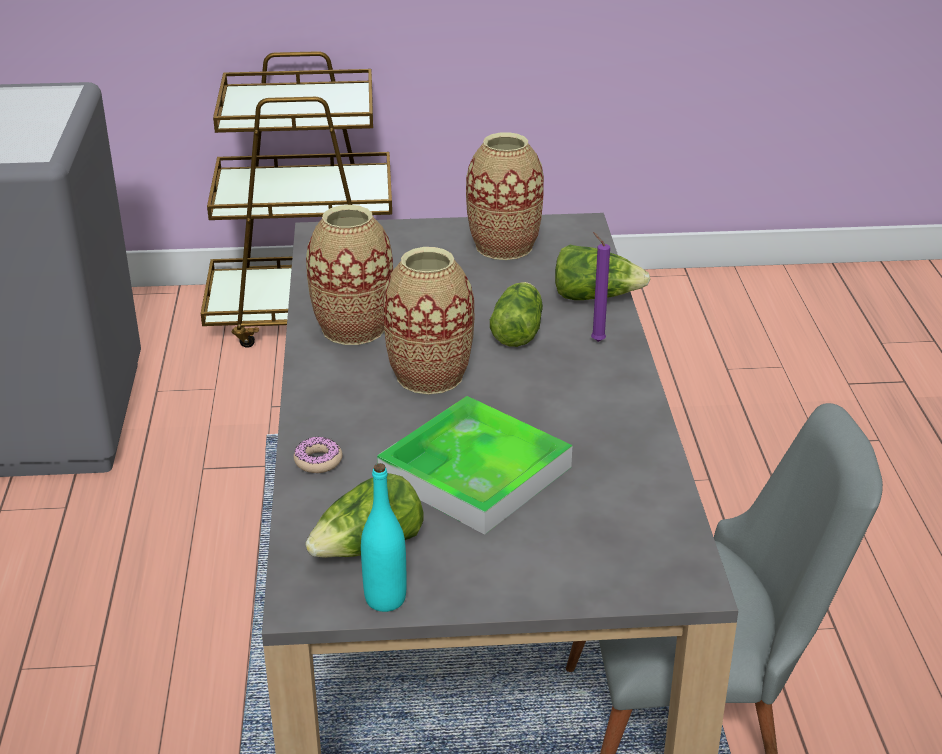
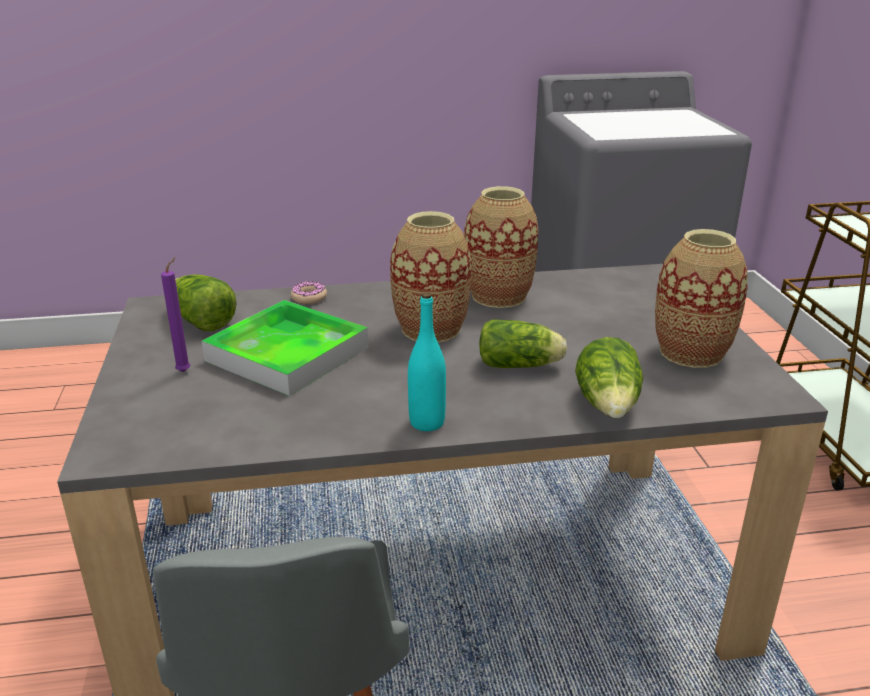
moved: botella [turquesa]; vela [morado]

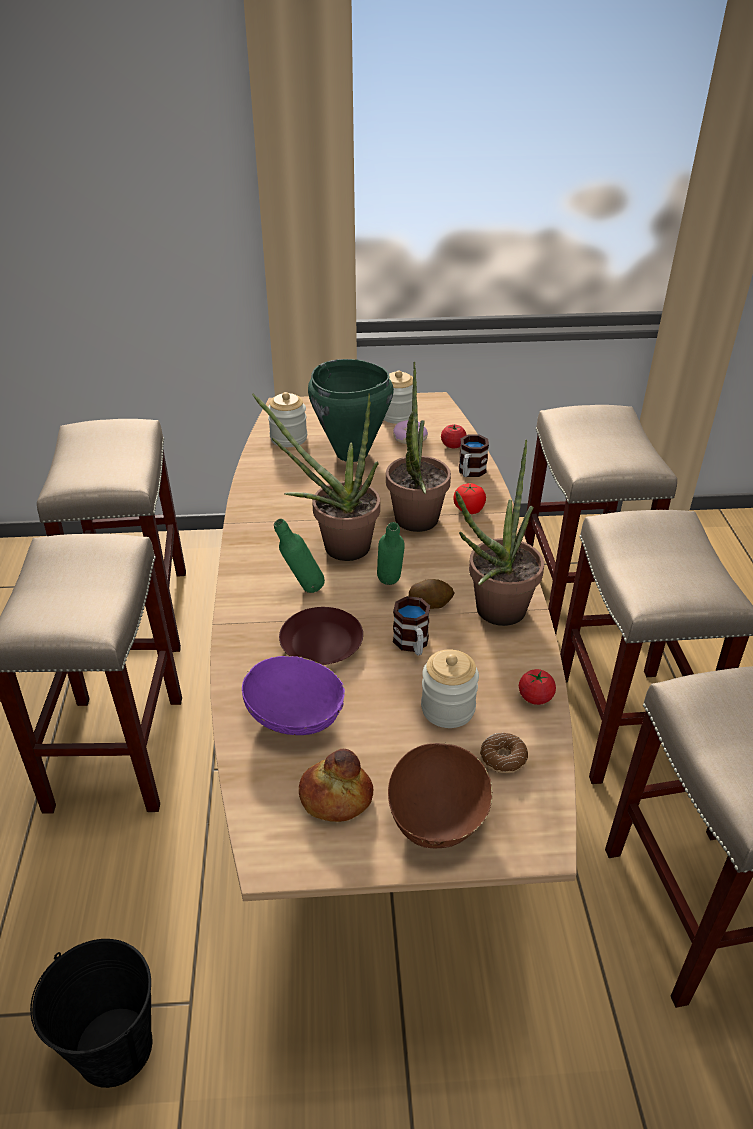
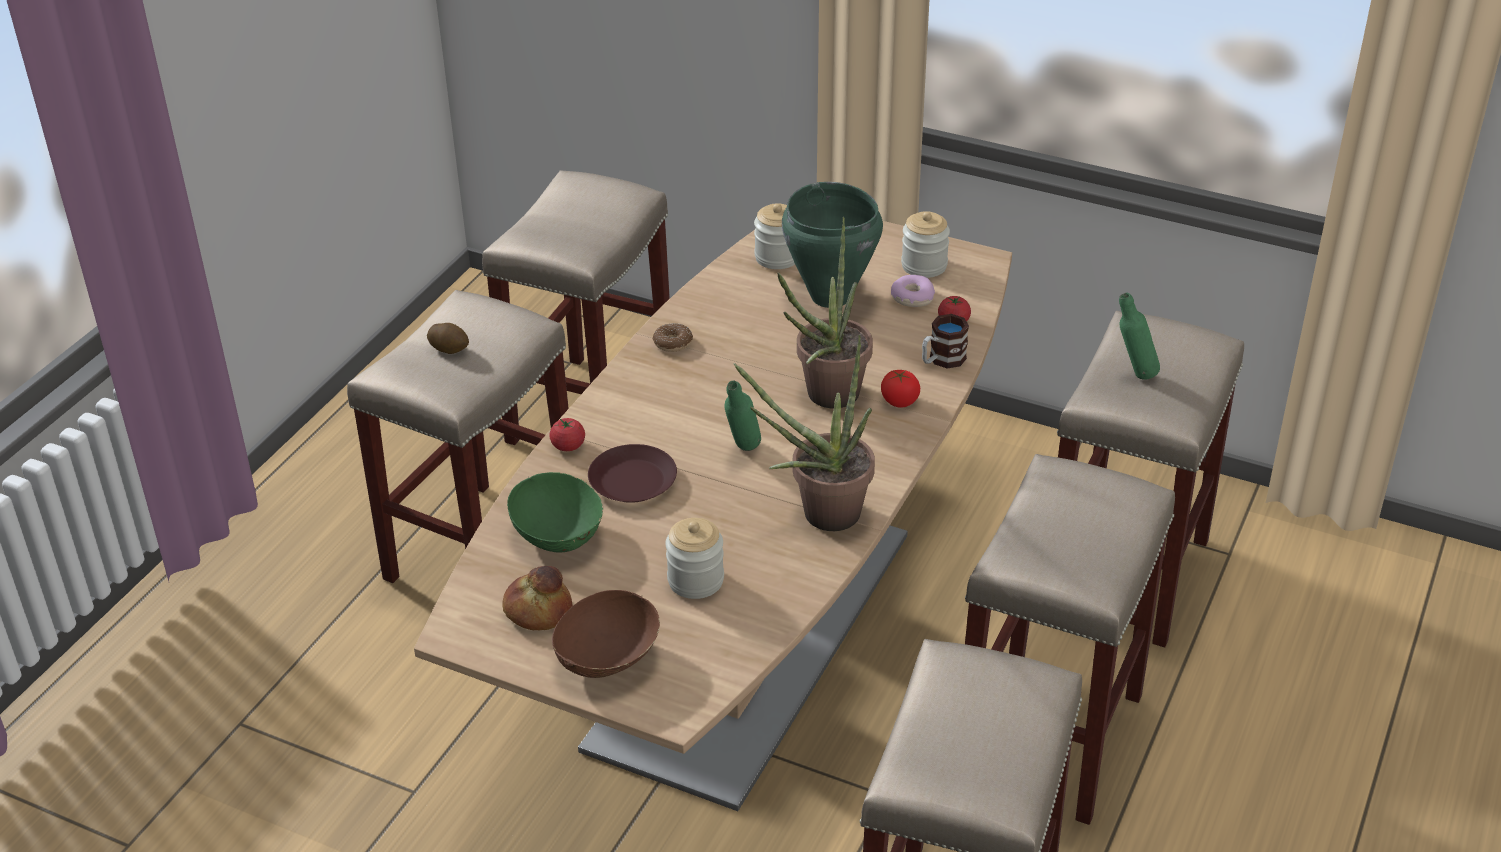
removed: cubo [negro]; planta en maceta (1st from left); taza grande (1st from left)
moved: botella [verde] (1st from left in the first image) to botella [verde] (2nd from left); patata; rosquilla (2nd from left in the first image) to rosquilla (1st from left); tomate (3rd from left in the first image) to tomate (1st from left)
recoloured: cuenco [morado] to cuenco [verde]

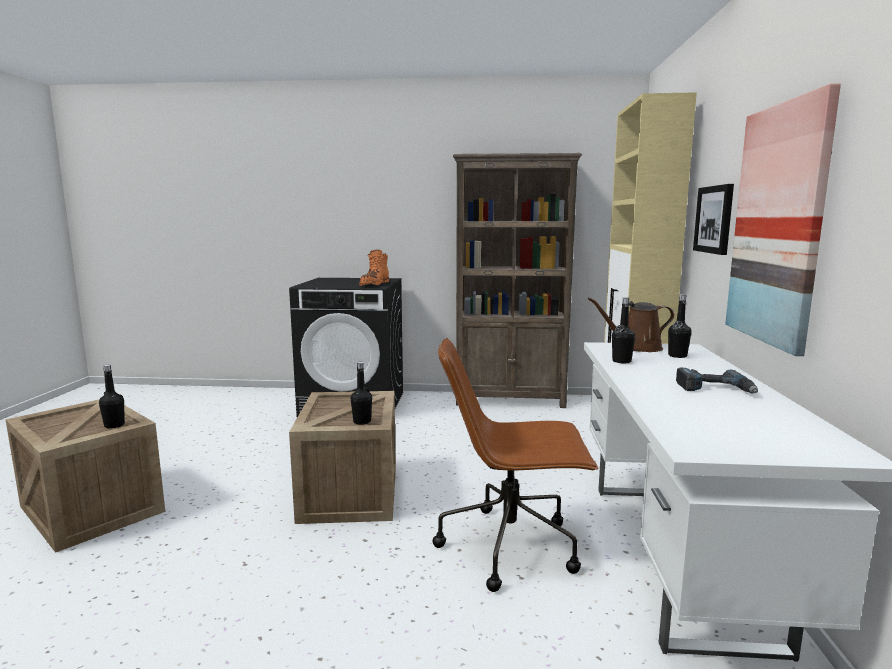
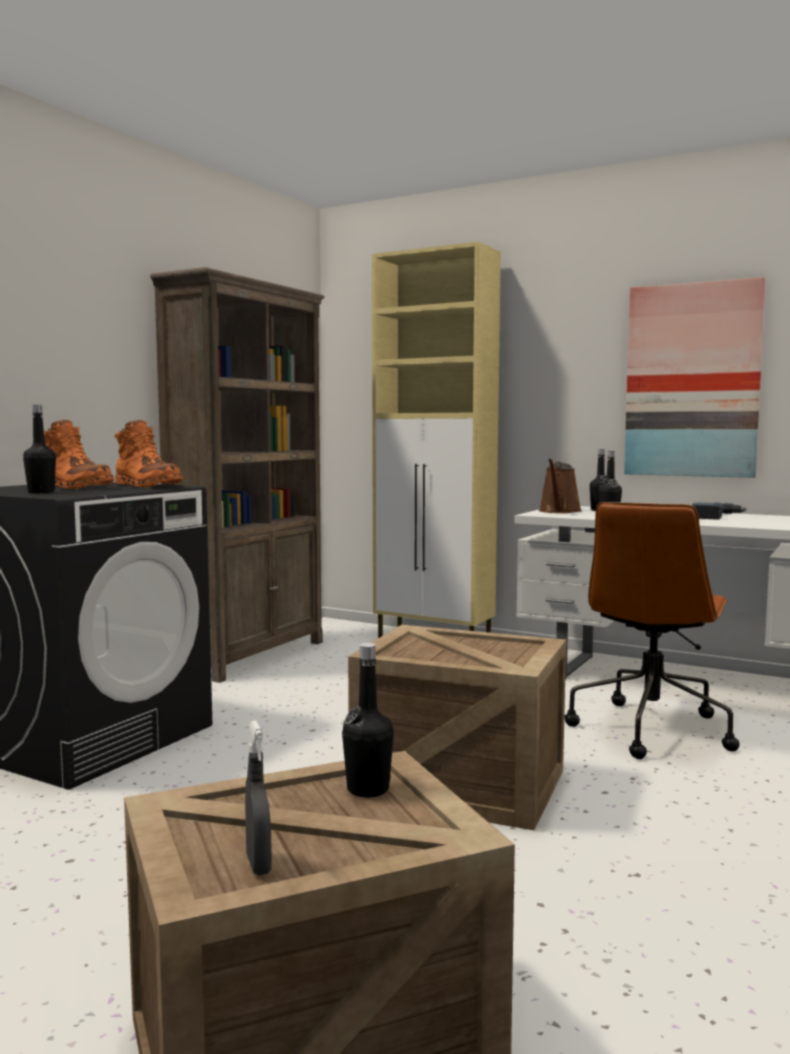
removed: cuadro (1st from left)
added: bota [naranja] (1st from left); pulverizador [gris]
moved: botella [negro] (2nd from left in the first image) to botella [negro] (1st from left)

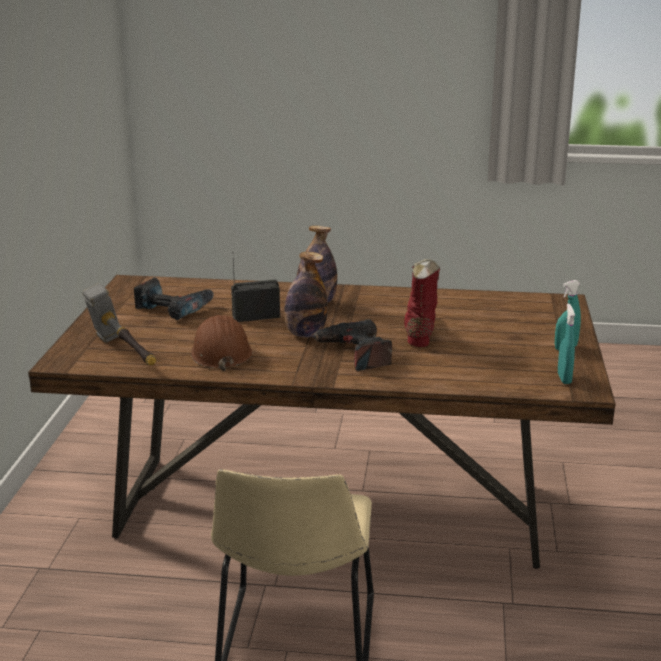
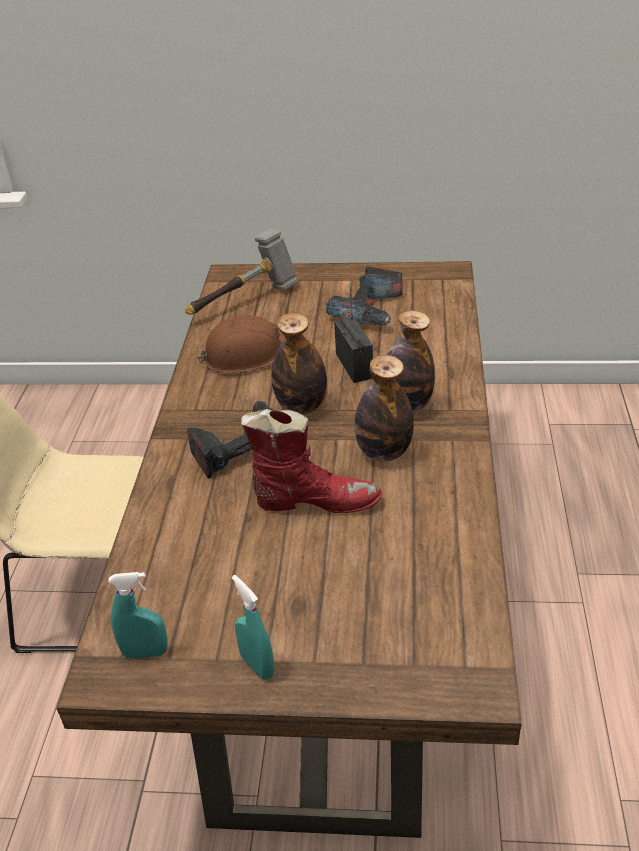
added: botella (2nd from left)

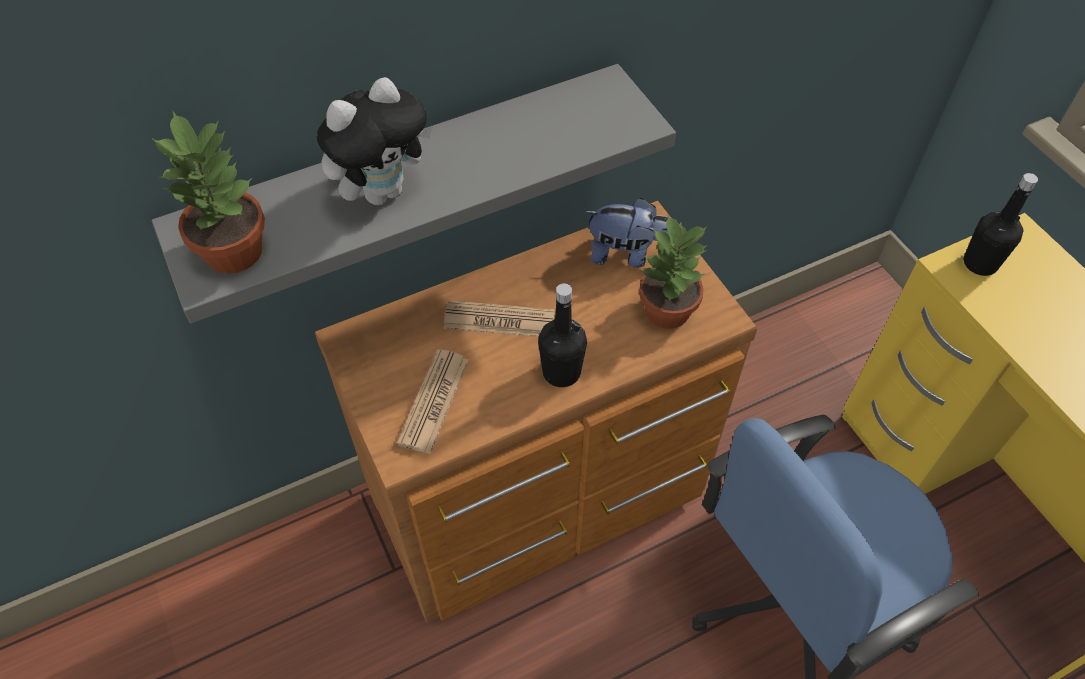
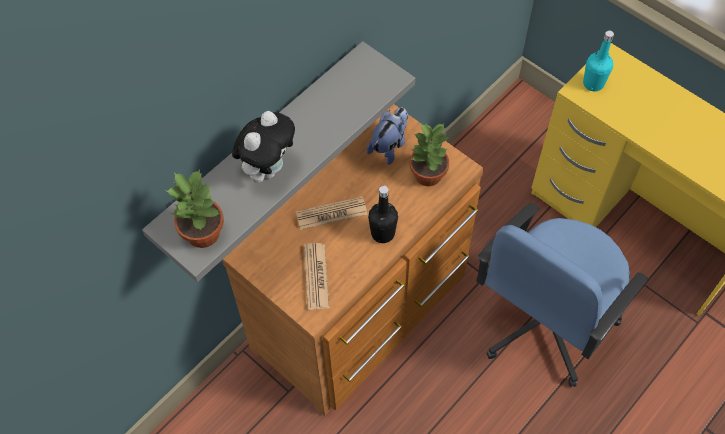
recoloured: botella [negro] (2nd from left) to botella [turquesa]
turned: peluche (2nd from left) 45 degrees counterclockwise

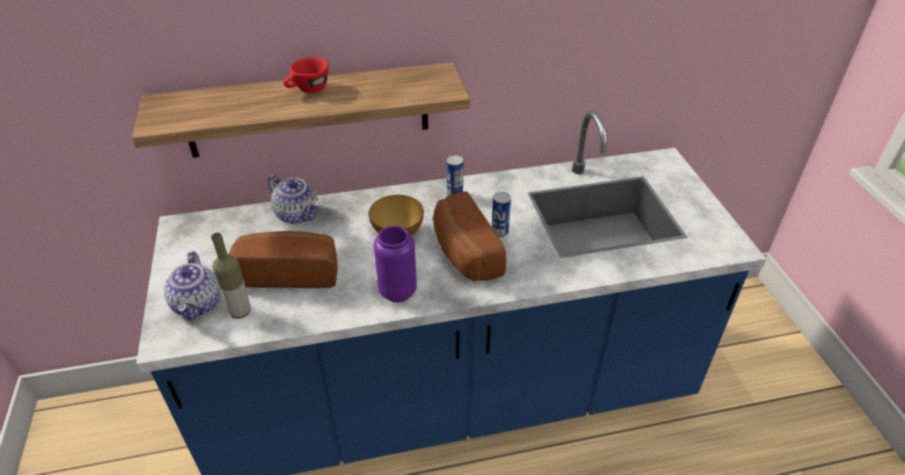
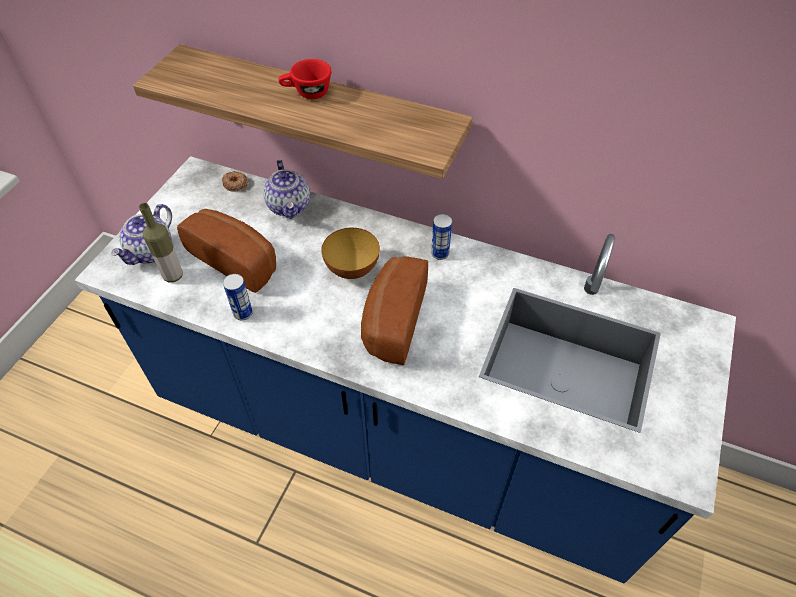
removed: florero [morado]
added: rosquilla
moved: lata (2nd from left in the first image) to lata (1st from left)

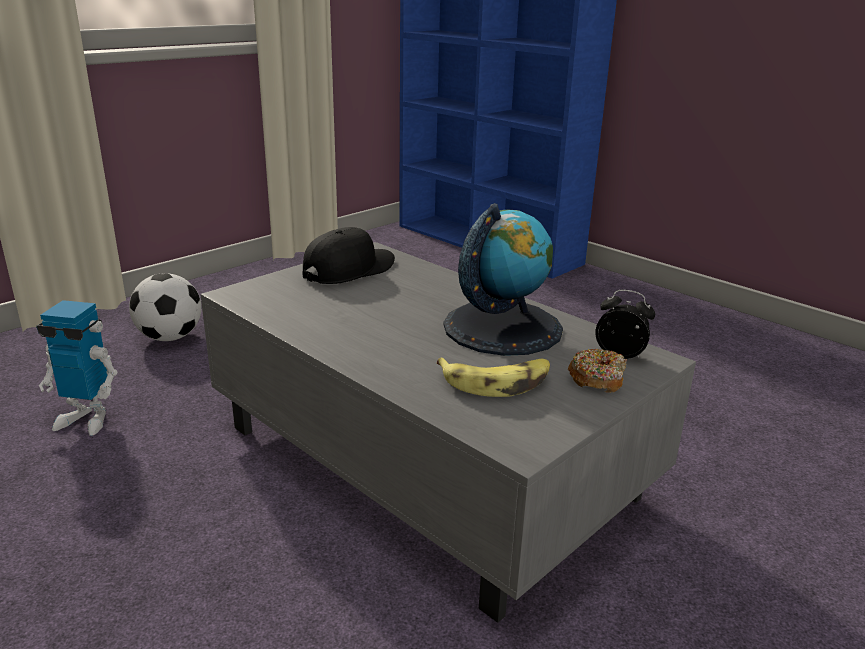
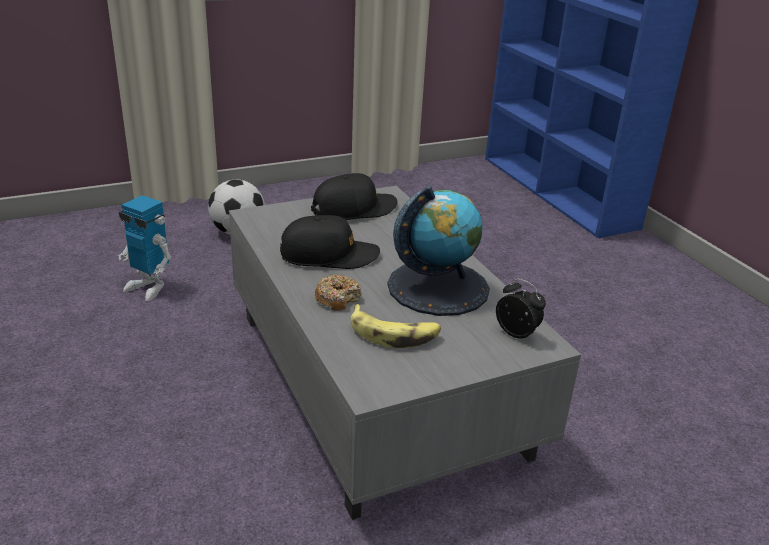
added: gorra [negro] (1st from left)
moved: rosquilla

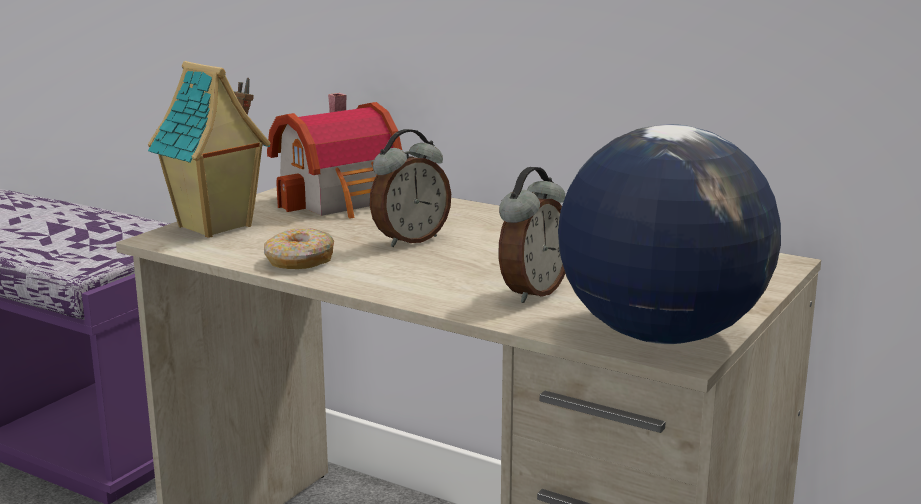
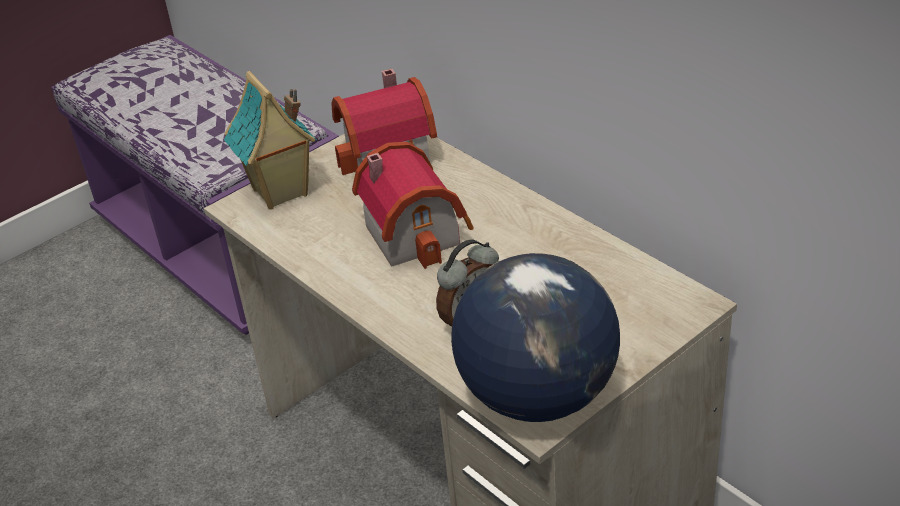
removed: rosquilla
replaced: despertador (1st from left) to casita (3rd from left)

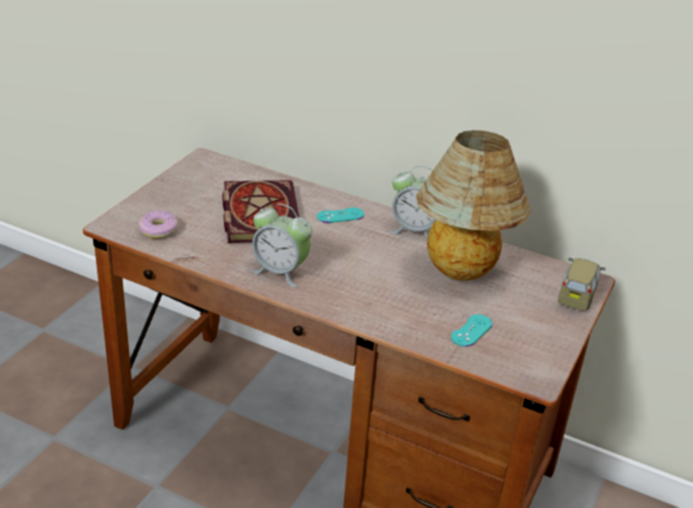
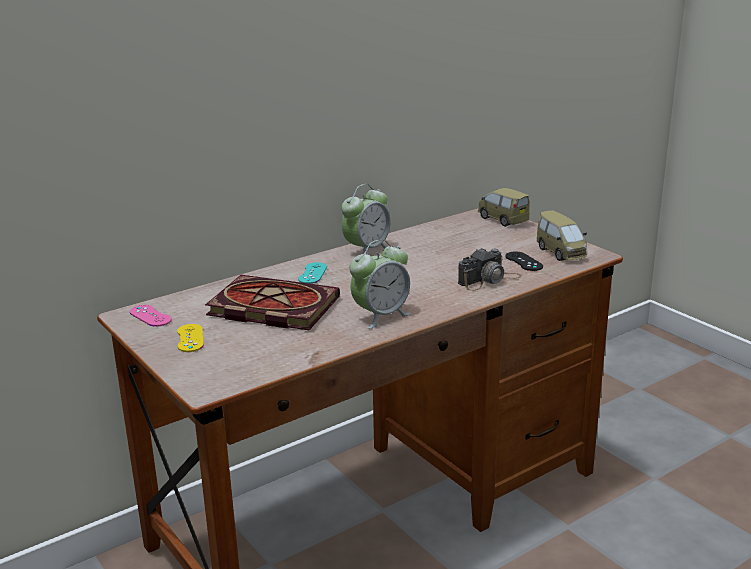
removed: rosquilla; lámpara de mesa
added: mando de consola [rosa]; mando de consola [amarillo]; cámara; coche de juguete (2nd from left)
recoloured: mando de consola [turquesa] (2nd from left) to mando de consola [negro]

